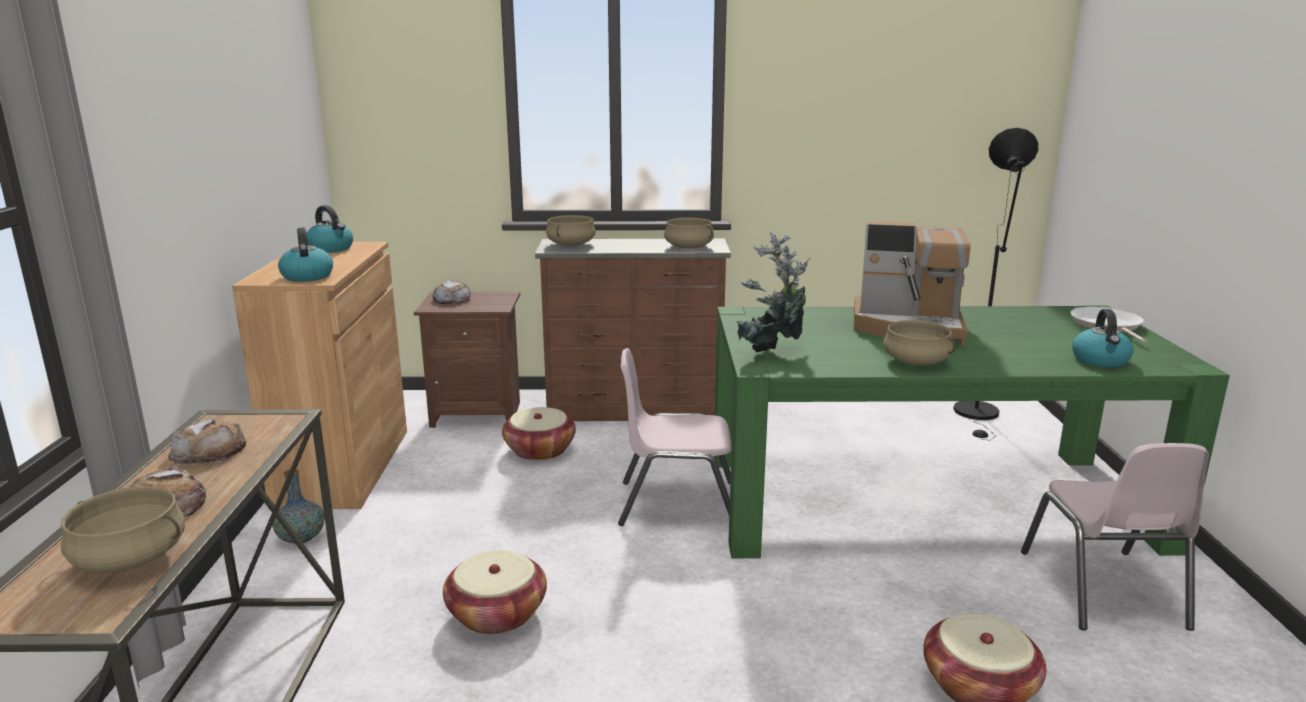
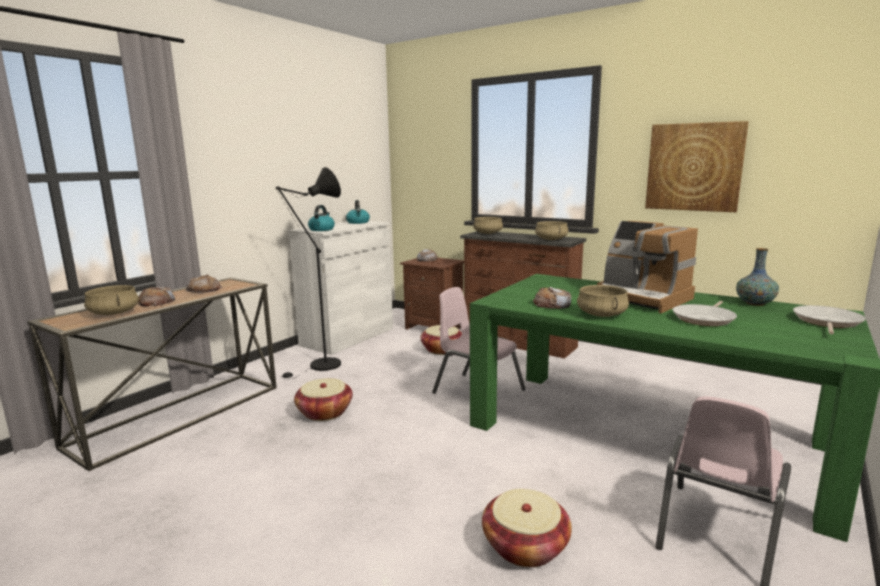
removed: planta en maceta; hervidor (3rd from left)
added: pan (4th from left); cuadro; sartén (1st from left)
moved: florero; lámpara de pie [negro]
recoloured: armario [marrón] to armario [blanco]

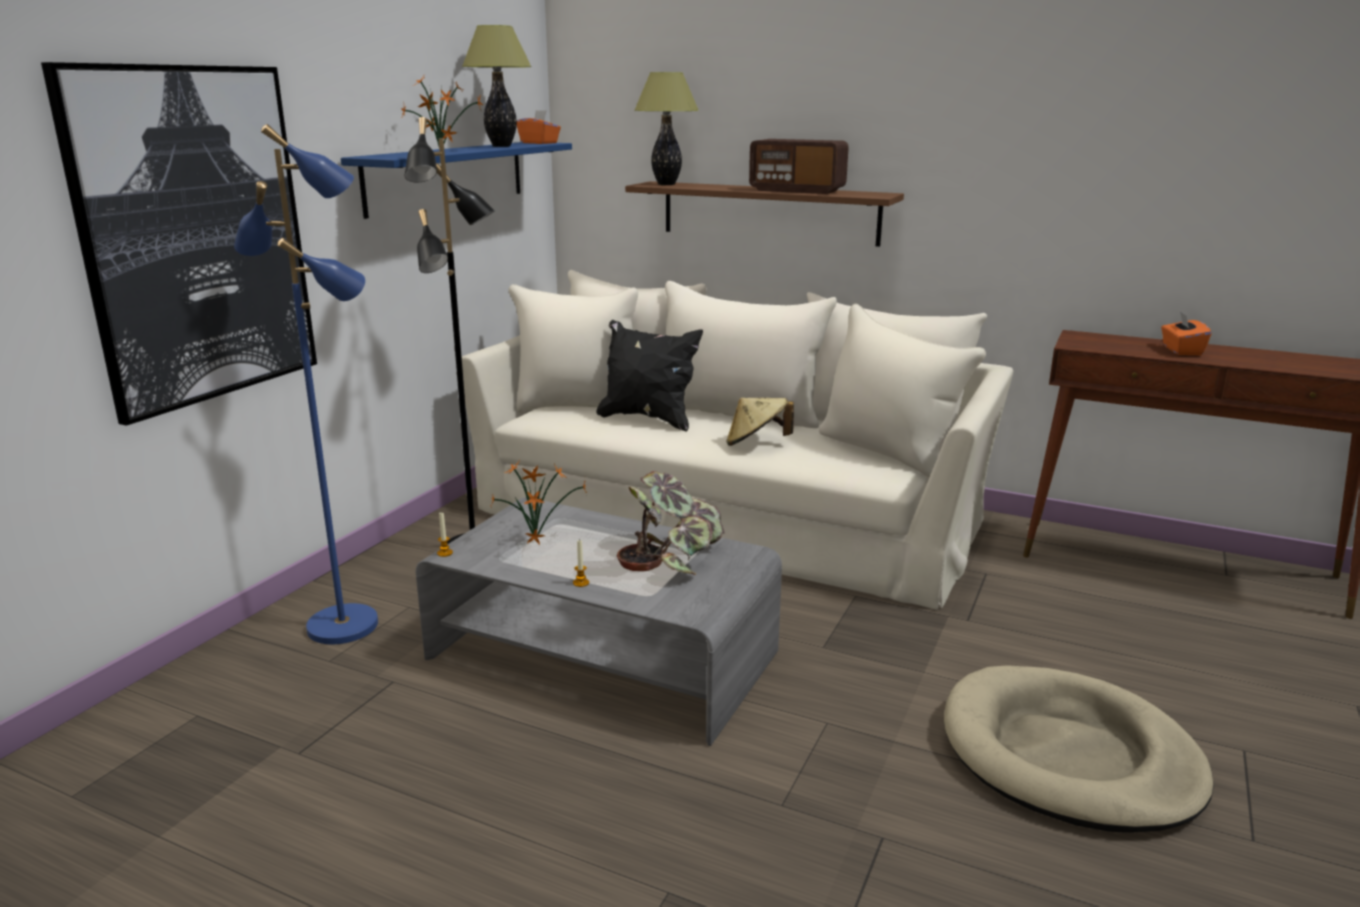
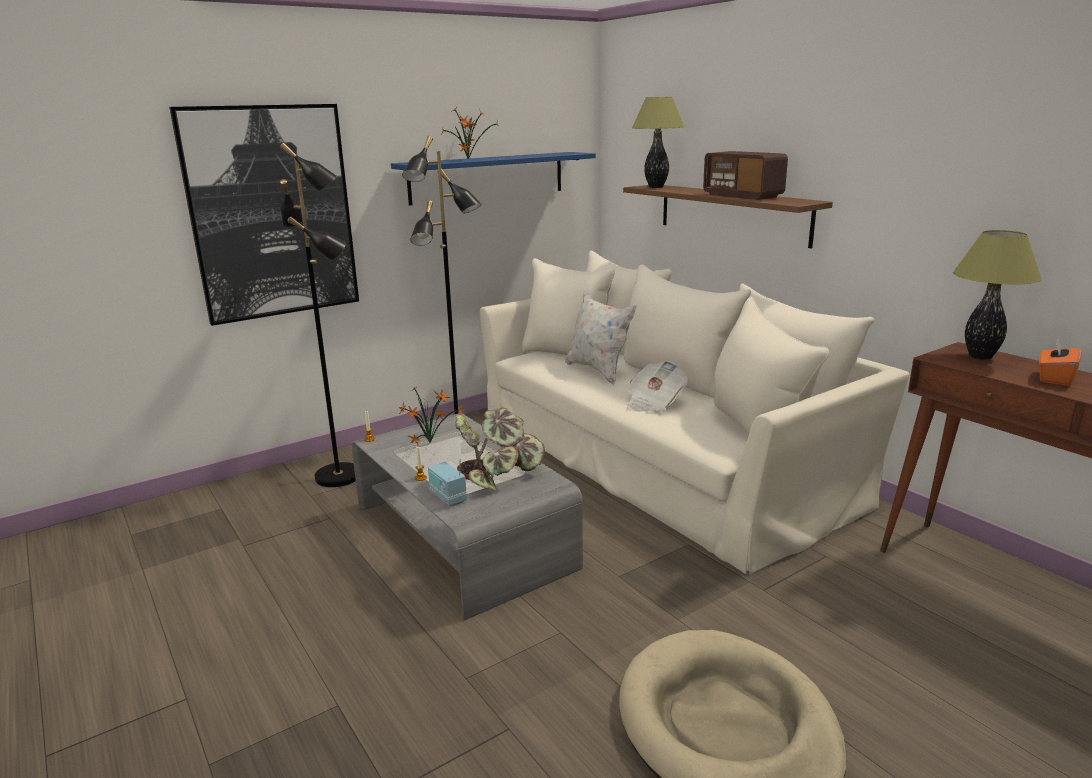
removed: caja de pañuelos [naranja] (1st from left)
added: radio (1st from left)
moved: lámpara de mesa (1st from left in the first image) to lámpara de mesa (2nd from left)
replaced: sombrero [beis] to periódico
recoloured: lámpara de pie [azul] to lámpara de pie [negro] (1st from left); cojín [negro] to cojín [blanco]

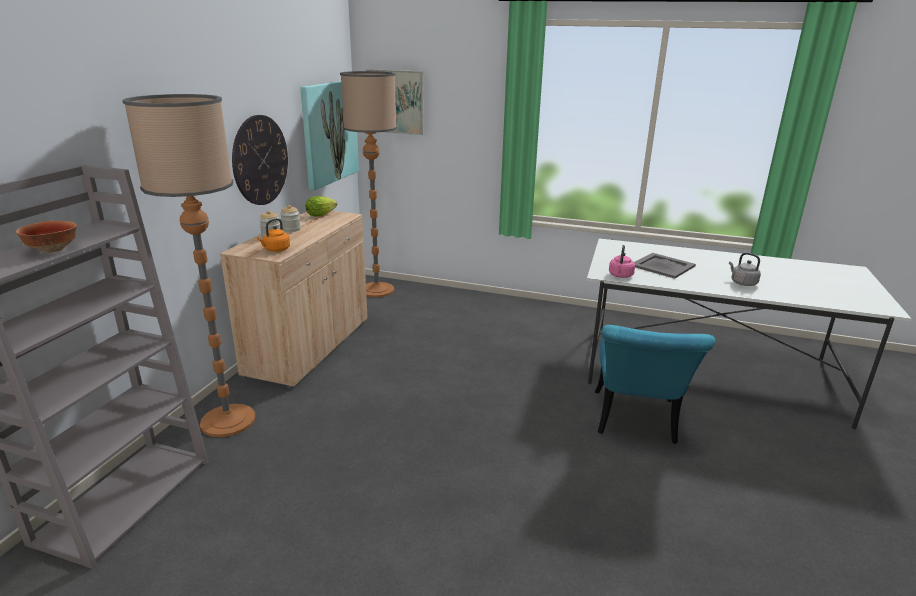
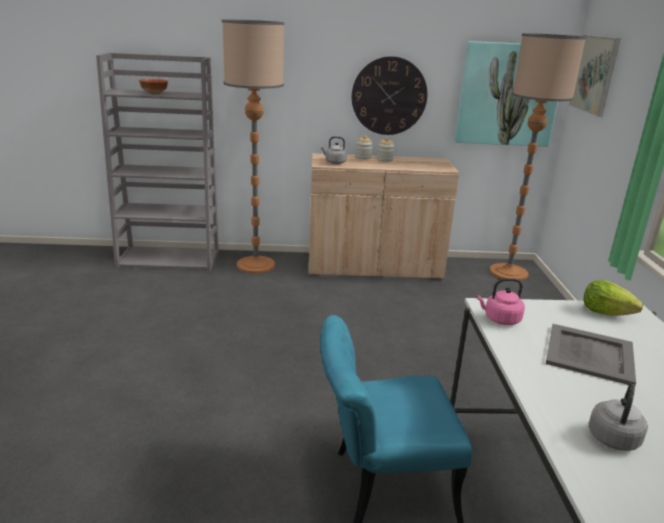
moved: lechuga
recoloured: hervidor [naranja] to hervidor [gris] (1st from left)

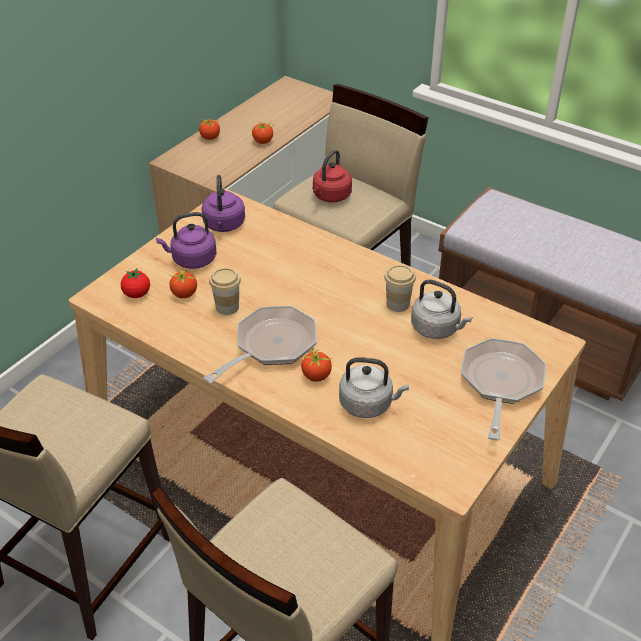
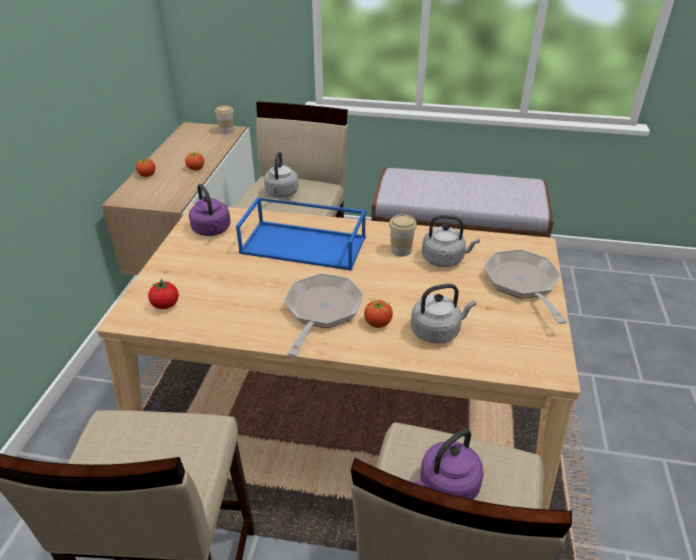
removed: tomate (2nd from left)
added: bandeja [azul]
moved: hervidor [morado] (1st from left in the first image) to hervidor [morado] (2nd from left); taza (1st from left)
recoloured: hervidor [rojo] to hervidor [gris] (1st from left)

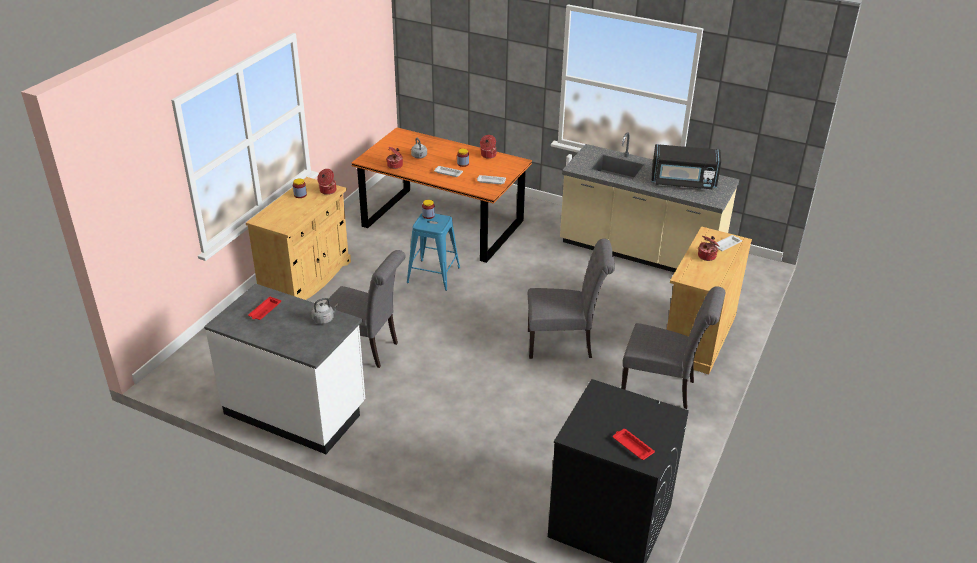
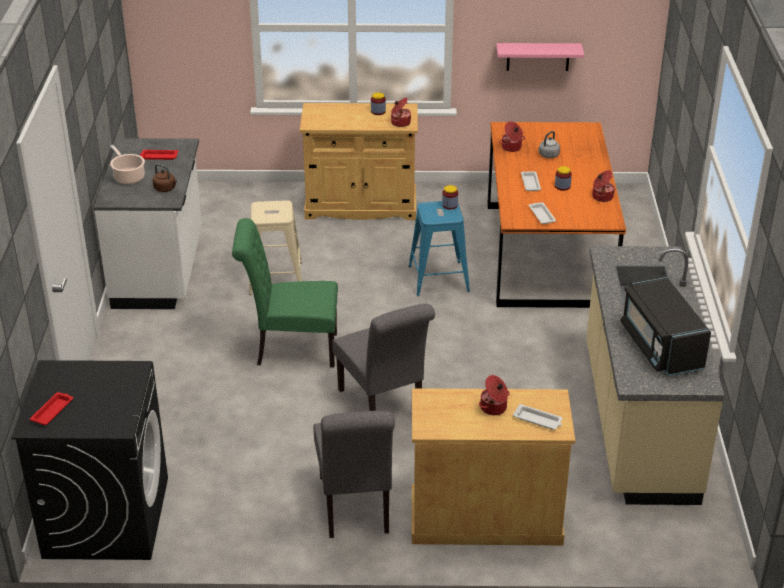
added: olla (1st from left); silla [verde]; estante [rosa]
replaced: silla [gris] (1st from left) to taburete [beis]
recoloured: hervidor [gris] (1st from left) to hervidor [marrón]

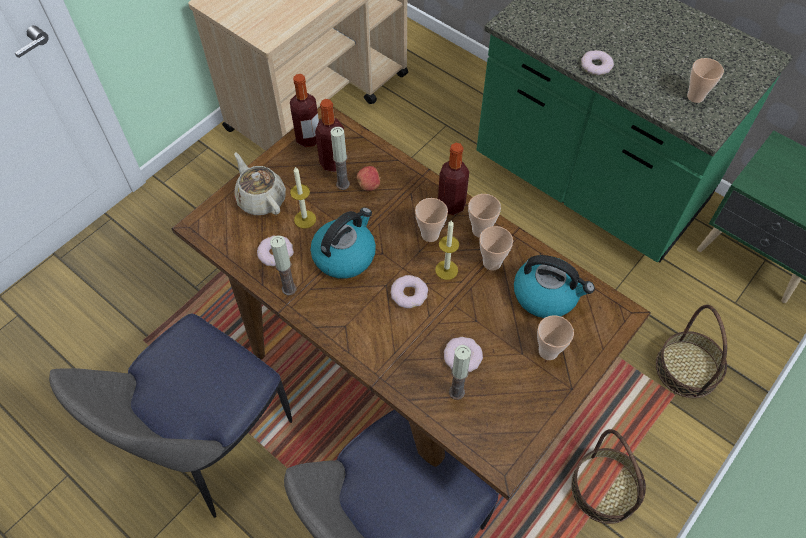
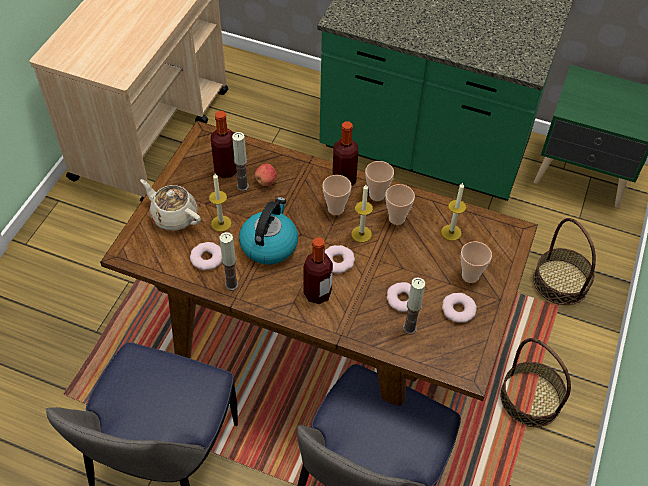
removed: taza (5th from left)
moved: botella (1st from left in the first image) to botella (2nd from left); rosquilla (4th from left)
replaced: hervidor (2nd from left) to vela (6th from left)

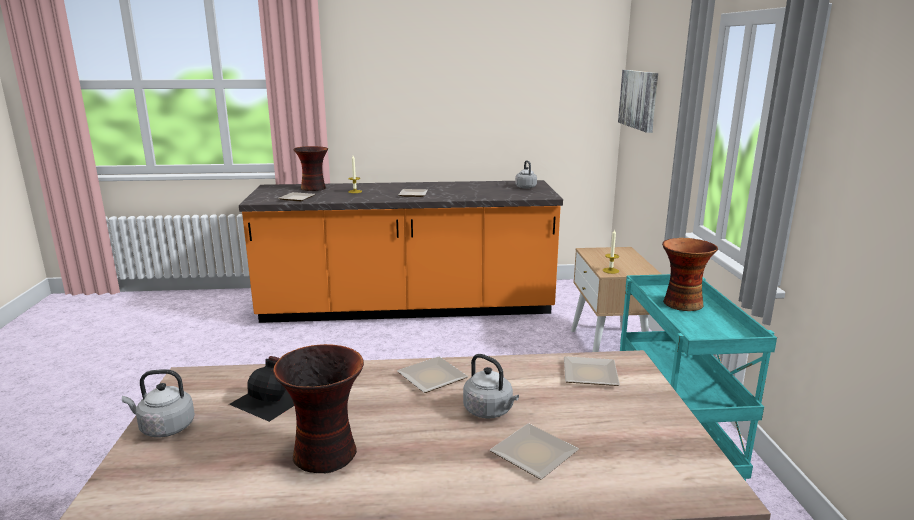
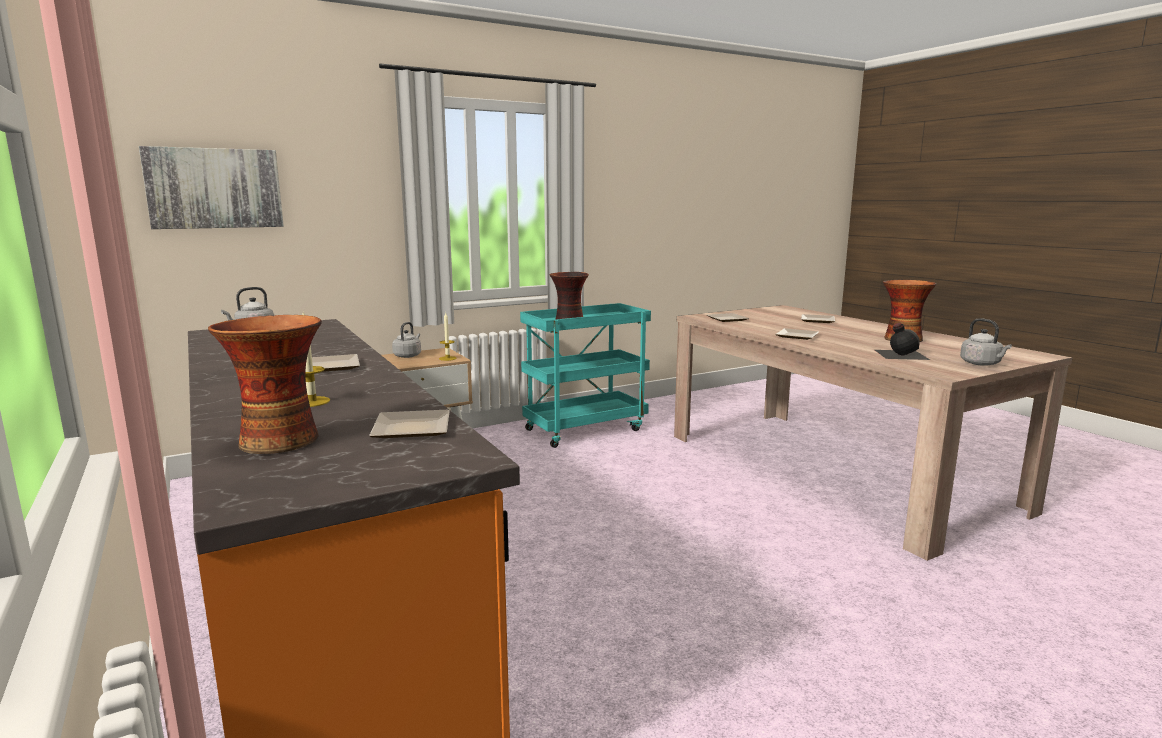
moved: hervidor [gris] (2nd from left)

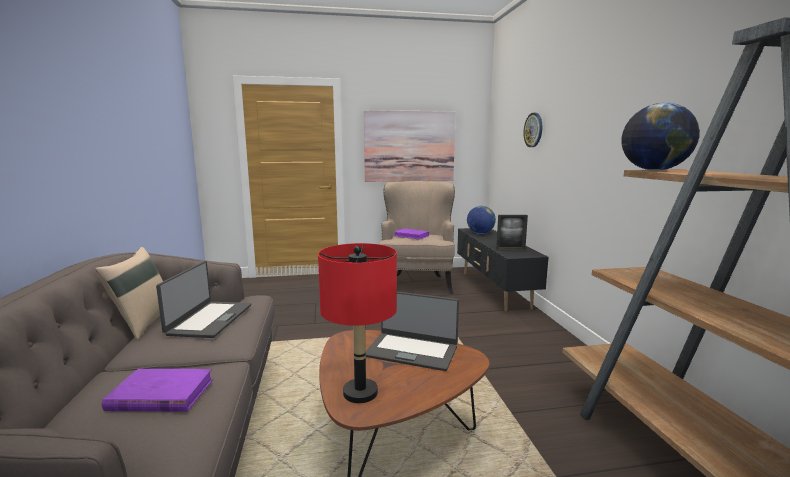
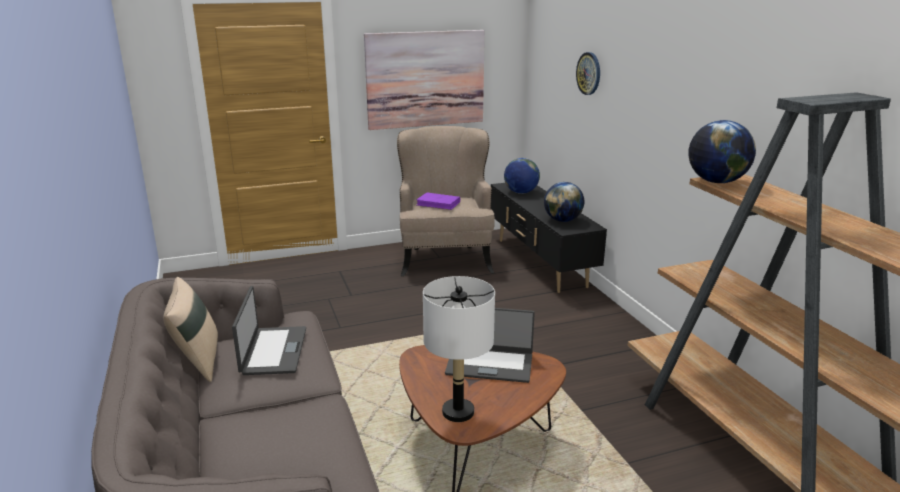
removed: libro [morado] (1st from left)
replaced: portarretratos to globo terráqueo (2nd from left)
recoloured: lámpara de mesa [rojo] to lámpara de mesa [blanco]

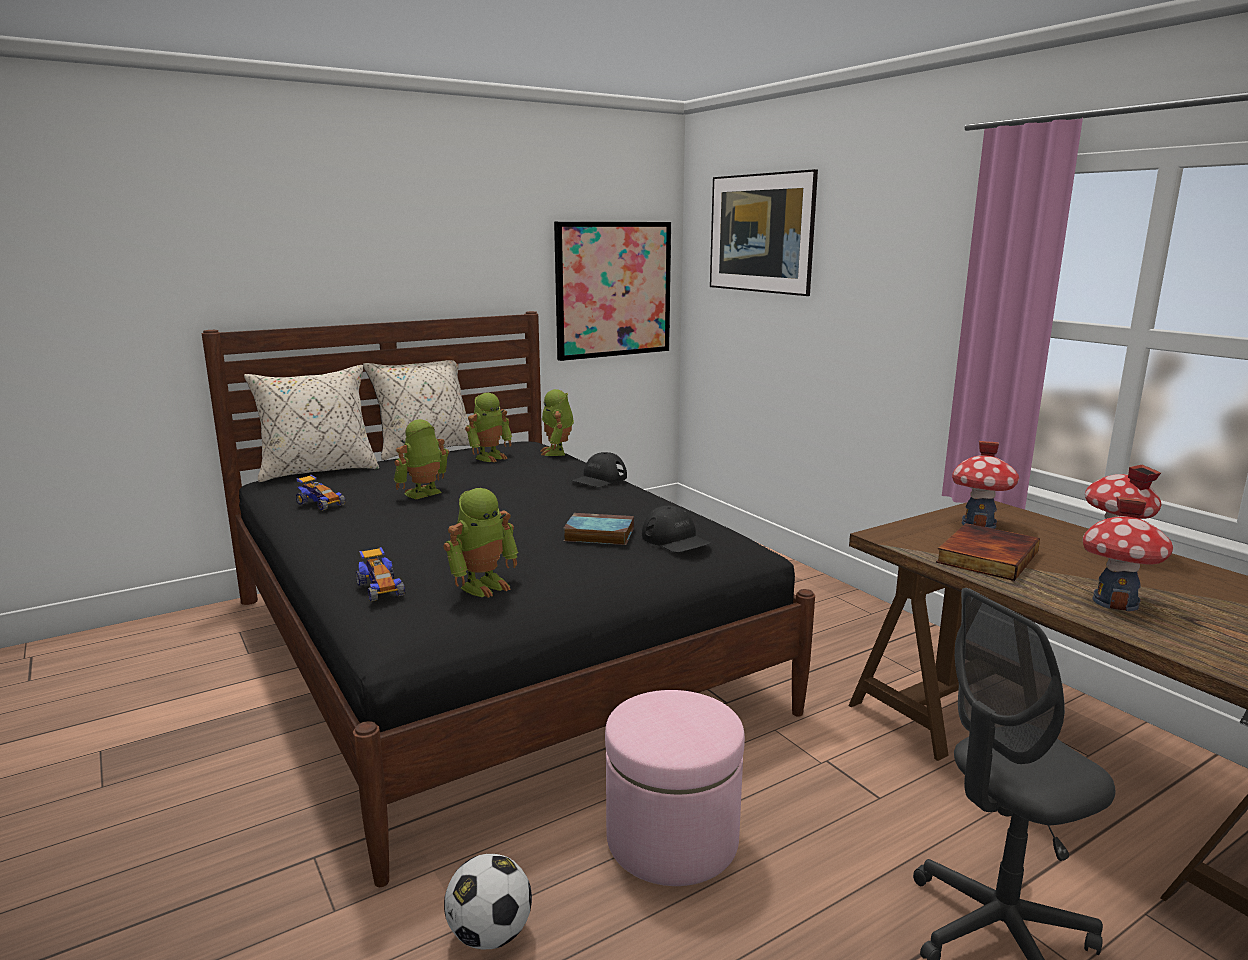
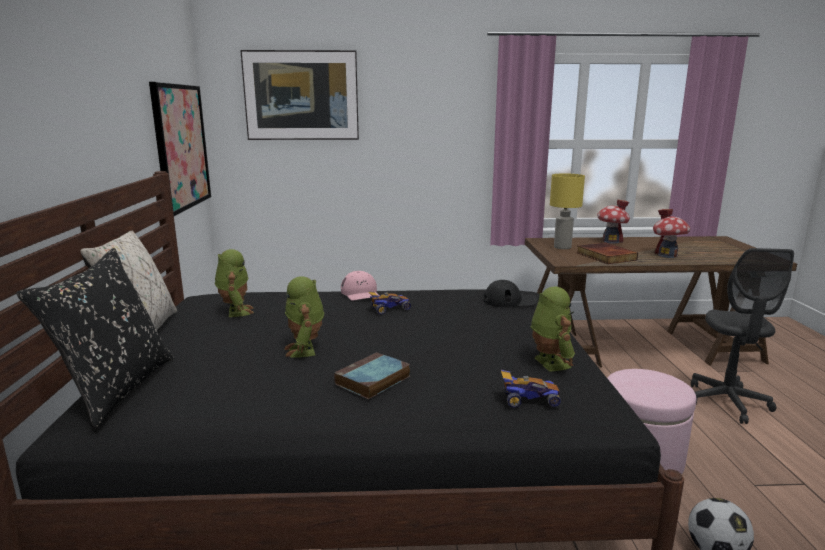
removed: robot de juguete (4th from left)
moved: coche de juguete (1st from left); libro (1st from left)
replaced: casita (1st from left) to lámpara de mesa [amarillo]
recoloured: cojín [beis] (1st from left) to cojín [negro]; gorra [negro] (1st from left) to gorra [rosa]

